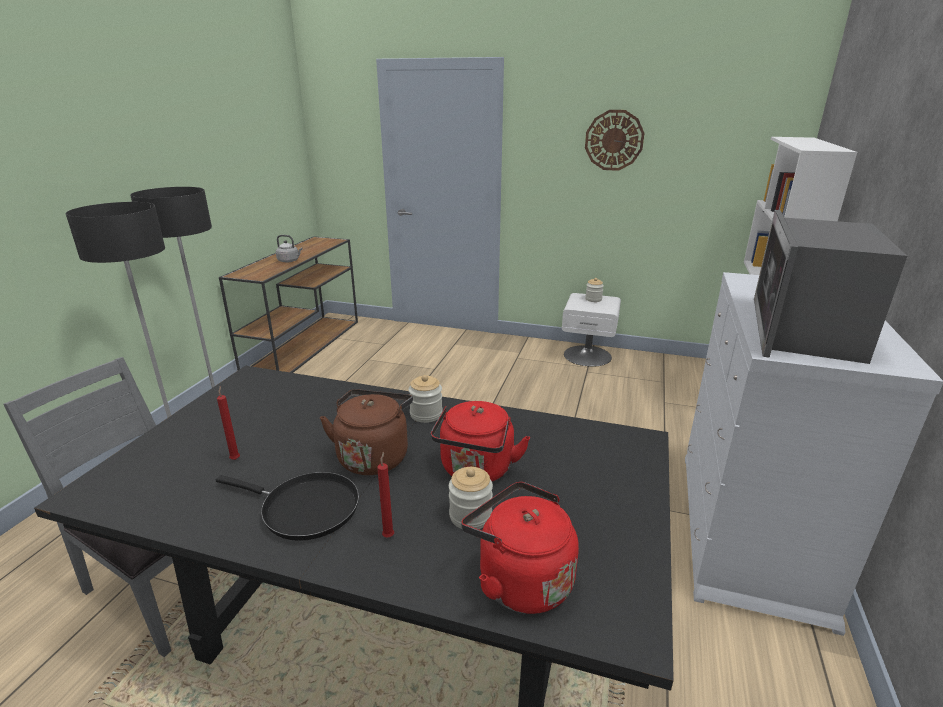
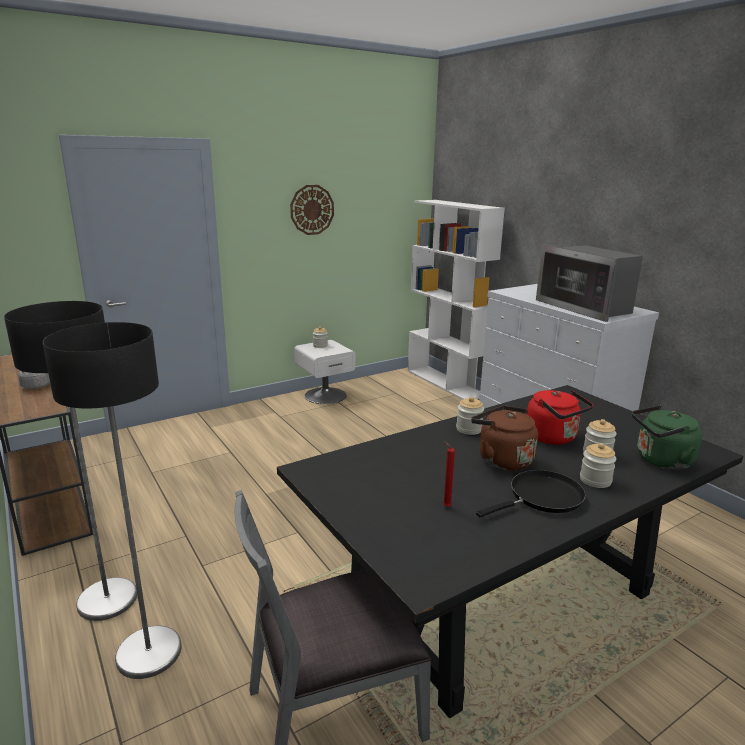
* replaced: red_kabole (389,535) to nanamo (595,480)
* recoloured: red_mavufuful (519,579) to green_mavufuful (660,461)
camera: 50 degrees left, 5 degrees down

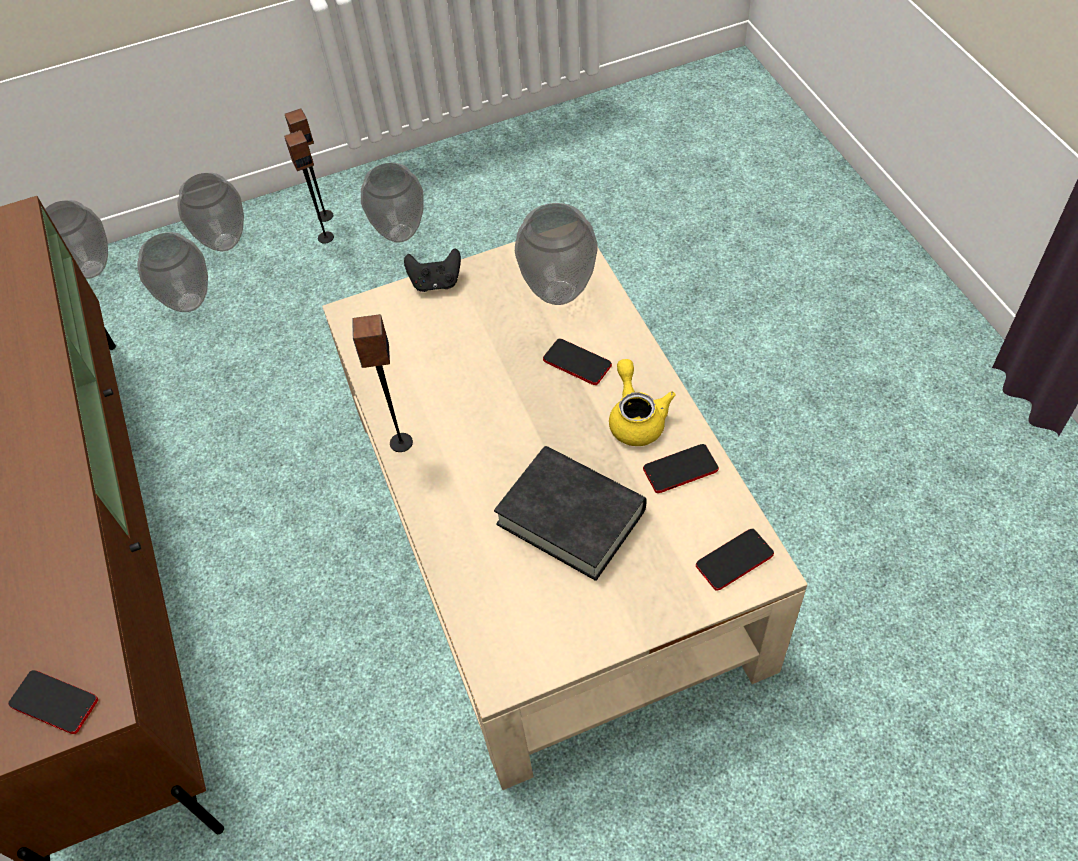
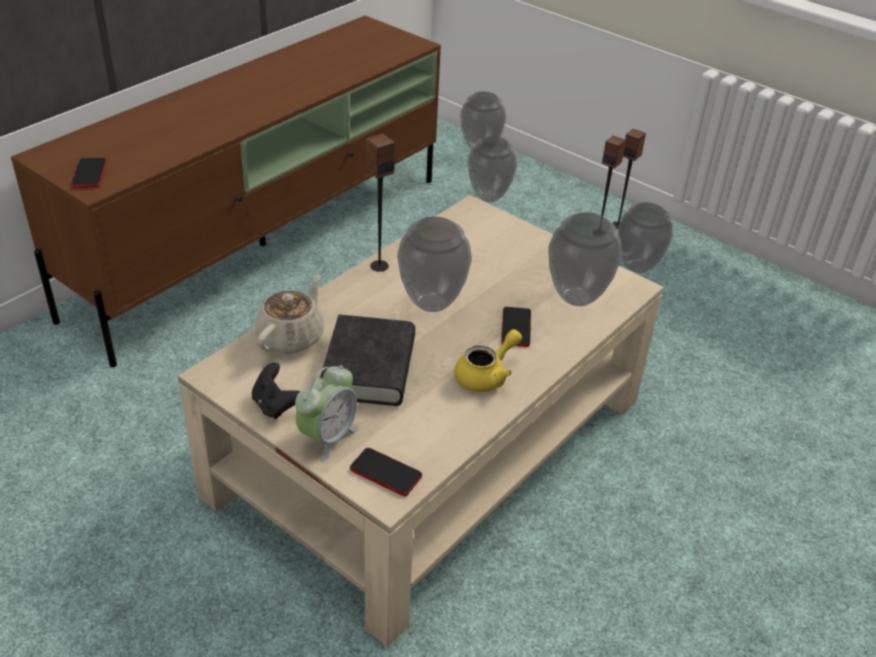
* removed: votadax (680,469)
* added: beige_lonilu (291,337)
* added: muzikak (327,437)
* moved: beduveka (224,242) to (431,302)
* moved: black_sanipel (436,283) to (275,405)
camera: 55 degrees right, 15 degrees down

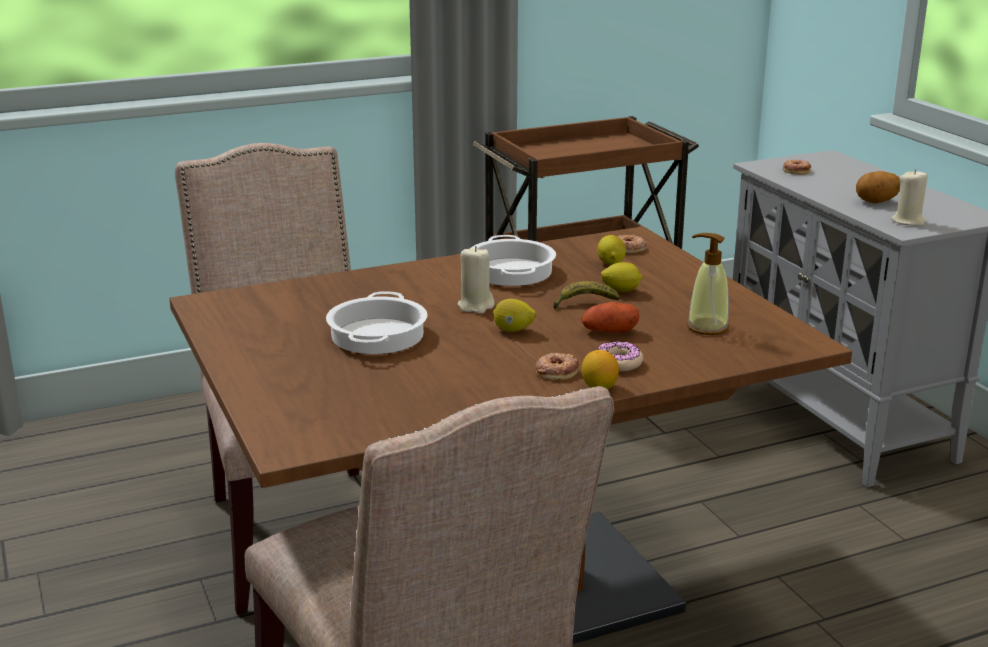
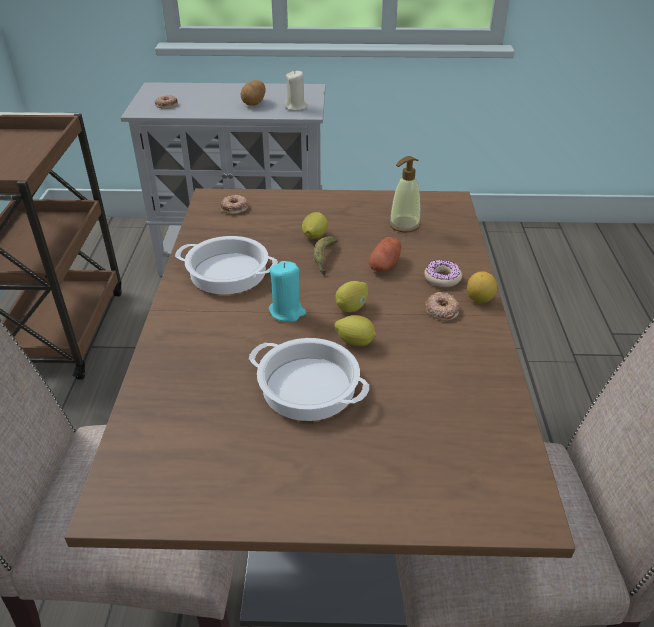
* moved: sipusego (611,263) to (355,342)
* recoloured: beige_kabole (476,306) to turquoise_kabole (287,312)
camera: 65 degrees left, 15 degrees up

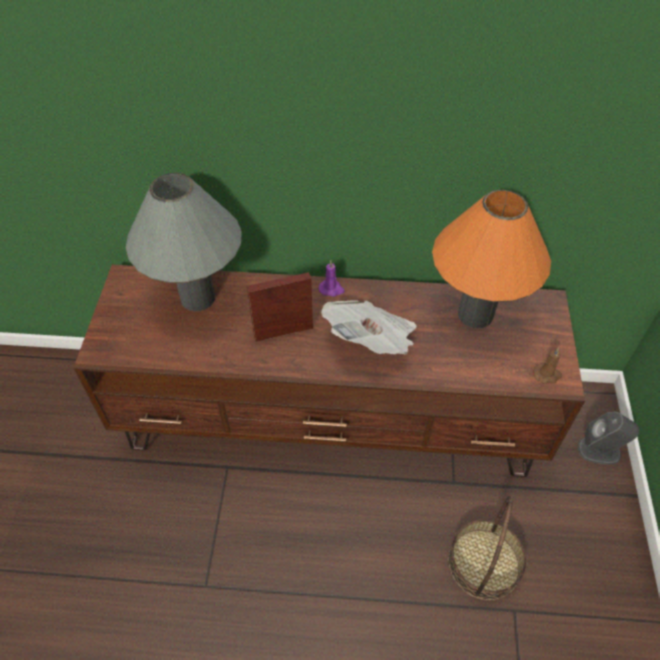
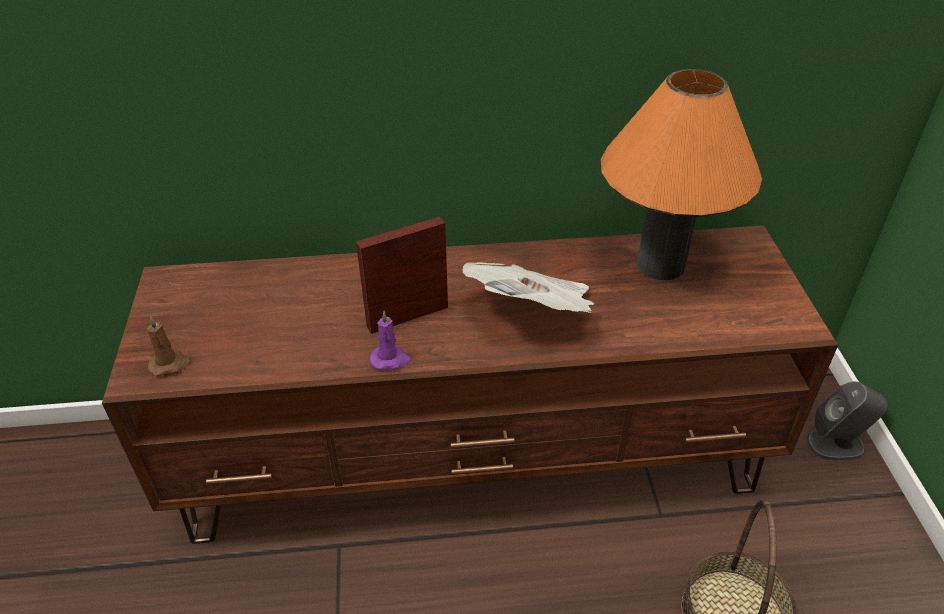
* removed: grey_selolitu (198,298)
* moved: purple_kabole (331,289) to (391,359)
* moved: brown_kabole (547,375) to (170,364)
camera: 10 degrees left, 10 degrees down

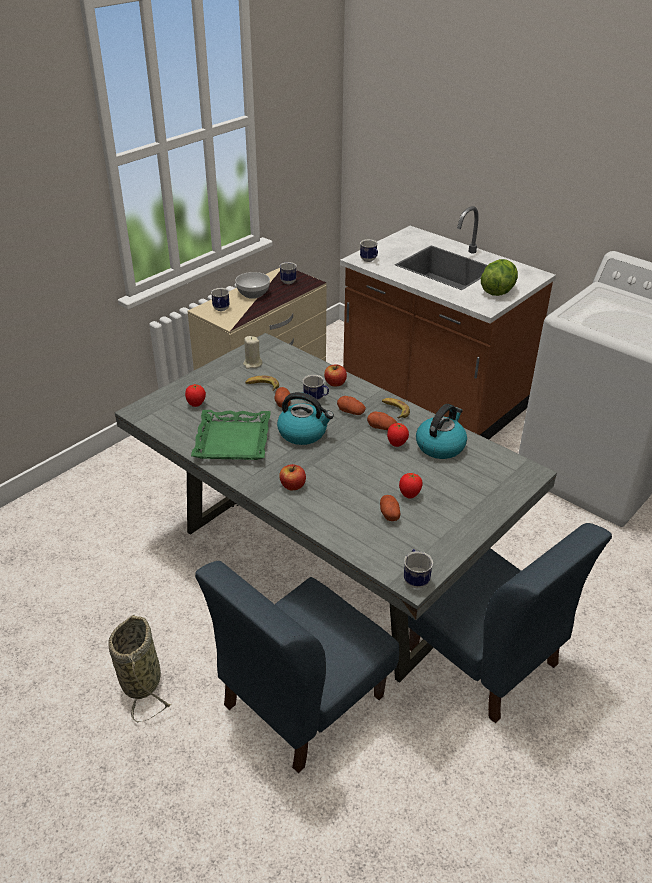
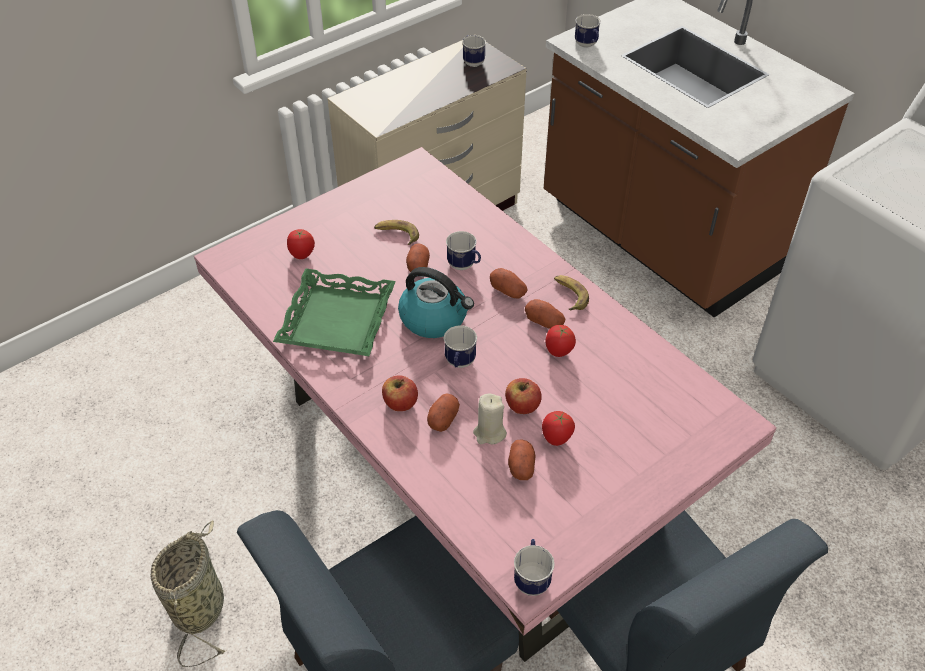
* removed: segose (253,293)
* removed: mavufuful (440,446)
* removed: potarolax (497,291)
* added: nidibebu (443,419)
* moved: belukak (221,310) to (459,364)
* moved: beige_kabole (252,364) to (489,433)
* moved: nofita (335,383) to (522,406)
* recoloured: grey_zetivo (322,567) to pink_zetivo (459,476)
camera: 10 degrees right, 10 degrees up

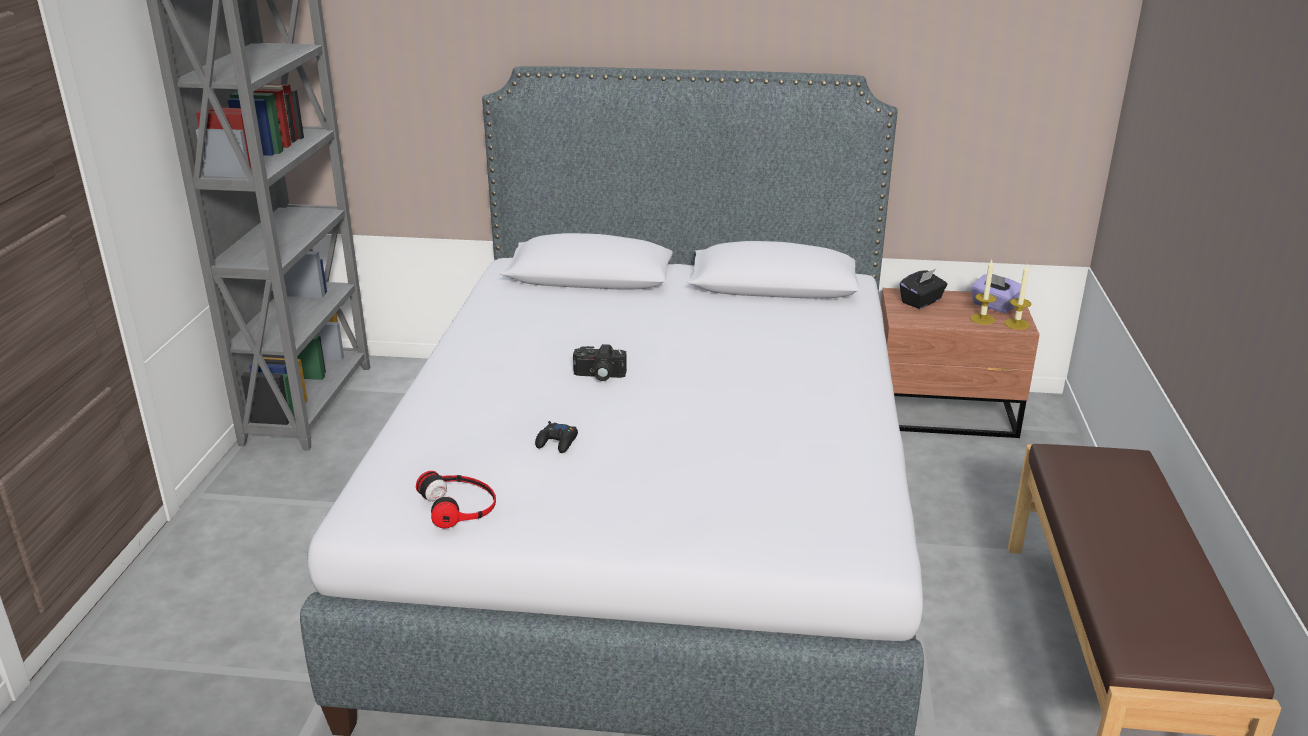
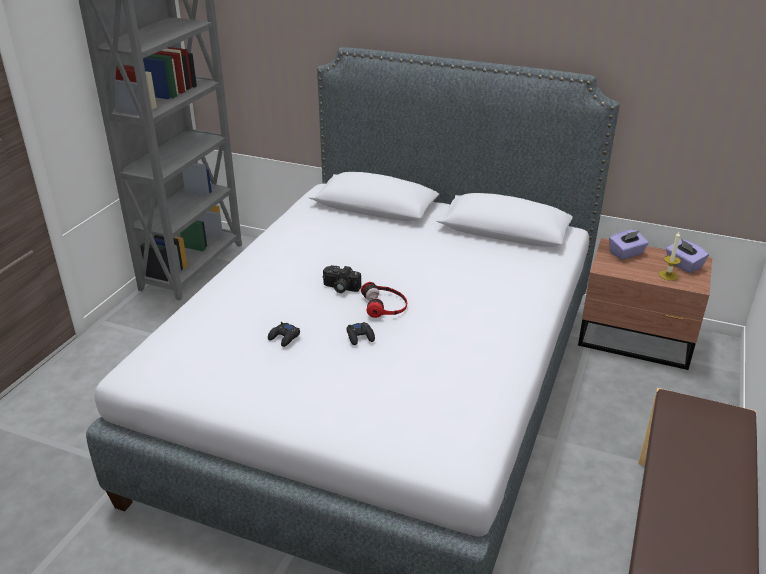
* removed: kabole (1017,324)
* added: black_sanipel (360,336)
* moved: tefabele (459,505) to (385,305)
* recoloured: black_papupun (921,301) to purple_papupun (626,253)
camera: 15 degrees right, 5 degrees up

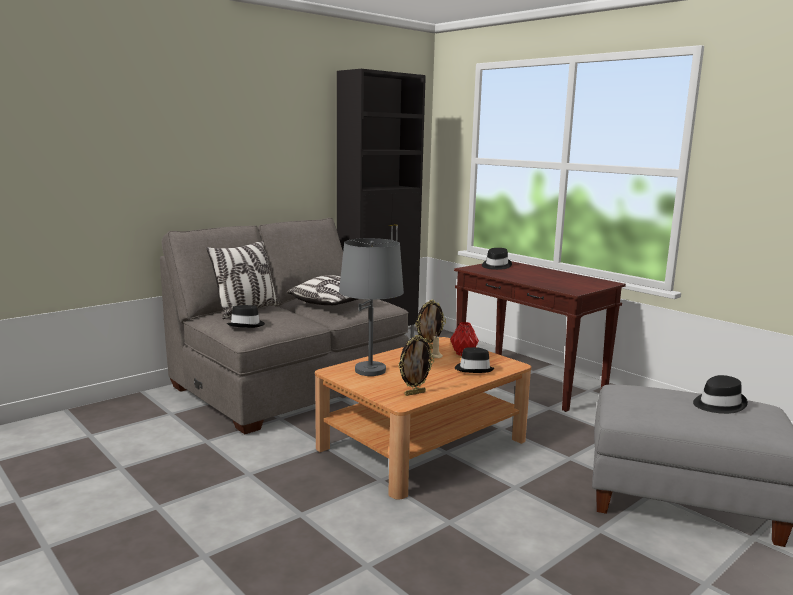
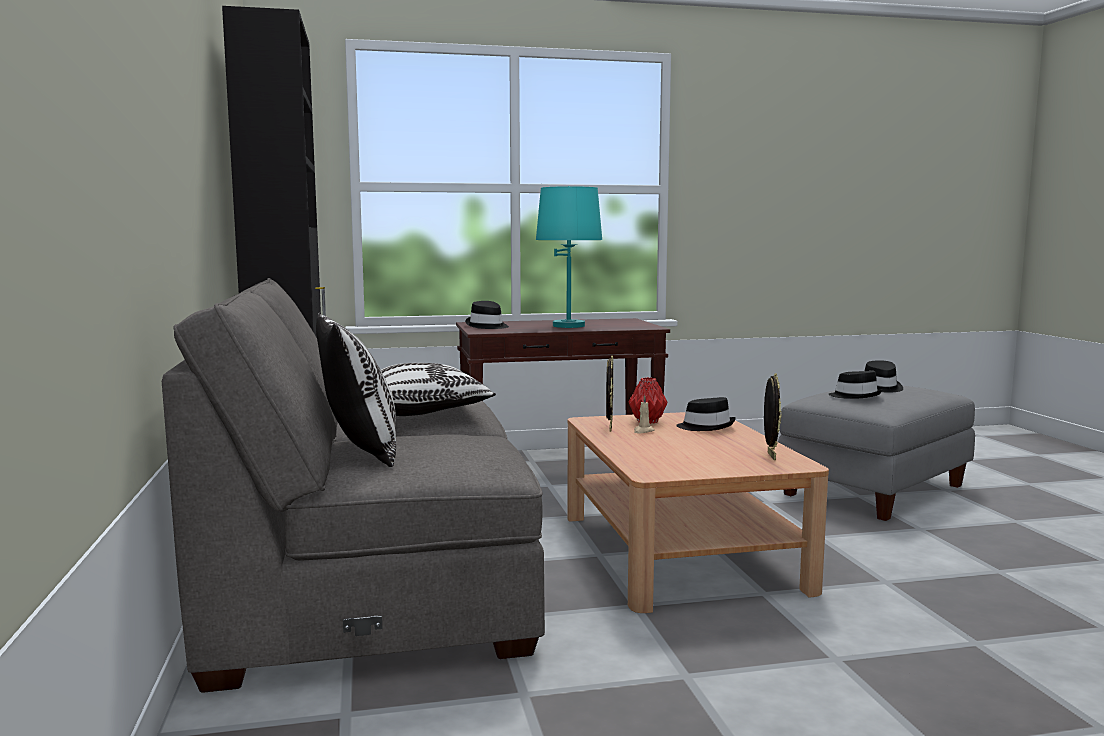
* removed: grey_selolitu (370,370)
* added: turquoise_selolitu (569,326)
* moved: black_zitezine (247,325) to (855,396)
camera: 60 degrees left, 5 degrees down

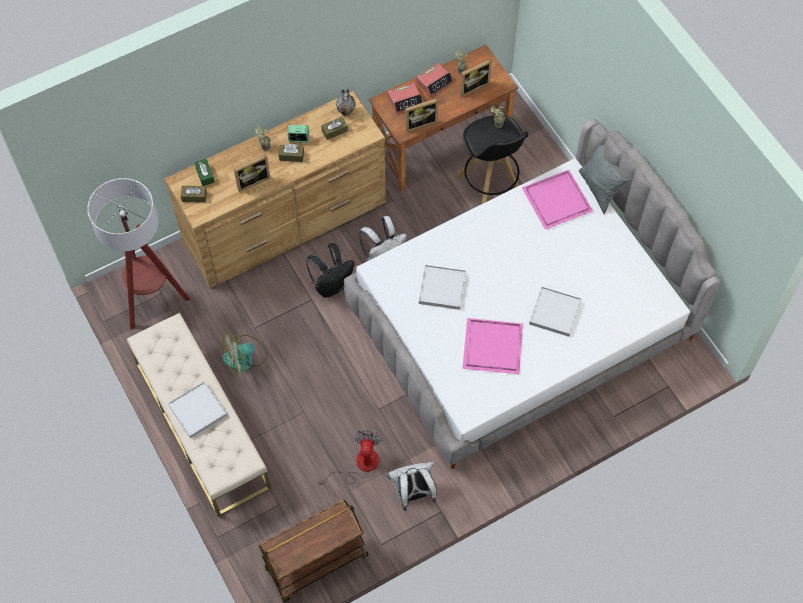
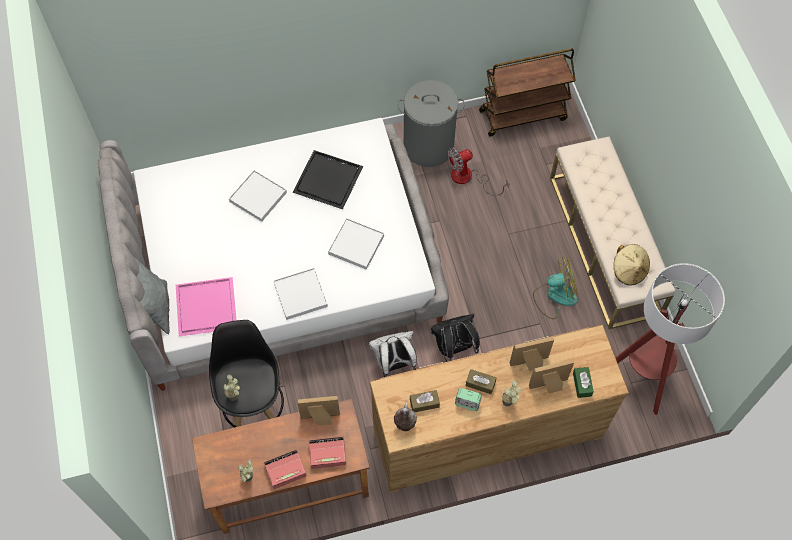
* removed: brown_papupun (194,196)
* added: beige_zitezine (629,270)
* moved: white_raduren (197,410) to (301,295)
* moved: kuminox (472,86) to (549,386)
* replaced: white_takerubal (413,494) to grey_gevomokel (428,146)
* recoloured: pink_raduren (491,347) to black_raduren (329,180)
* turned: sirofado (359,465) = (468,178) 45 degrees clockwise
camera: 165 degrees left, 0 degrees up

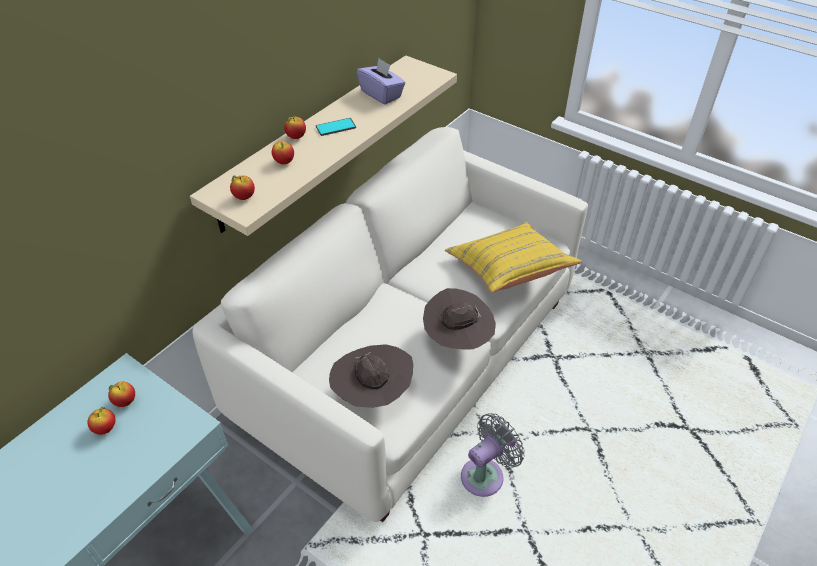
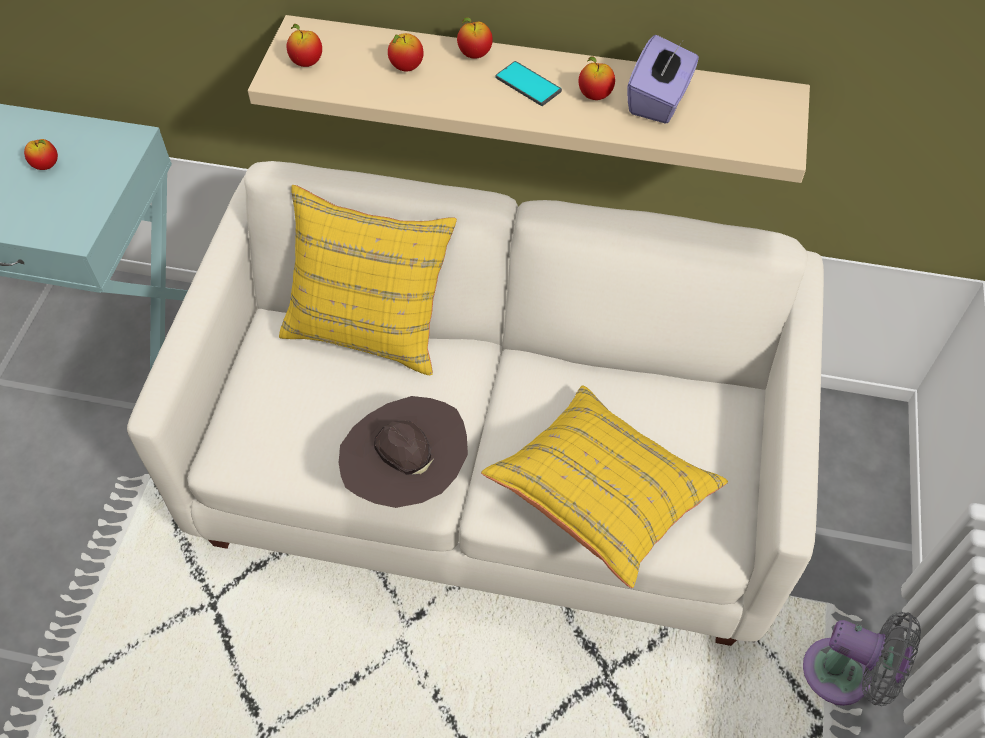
* removed: brown_zitezine (372,393)
* added: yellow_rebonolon (370,324)
* moved: nofita (125,401) to (595,95)
* moved: grey_sirofado (486,474) to (844,675)
camera: 65 degrees right, 10 degrees up

